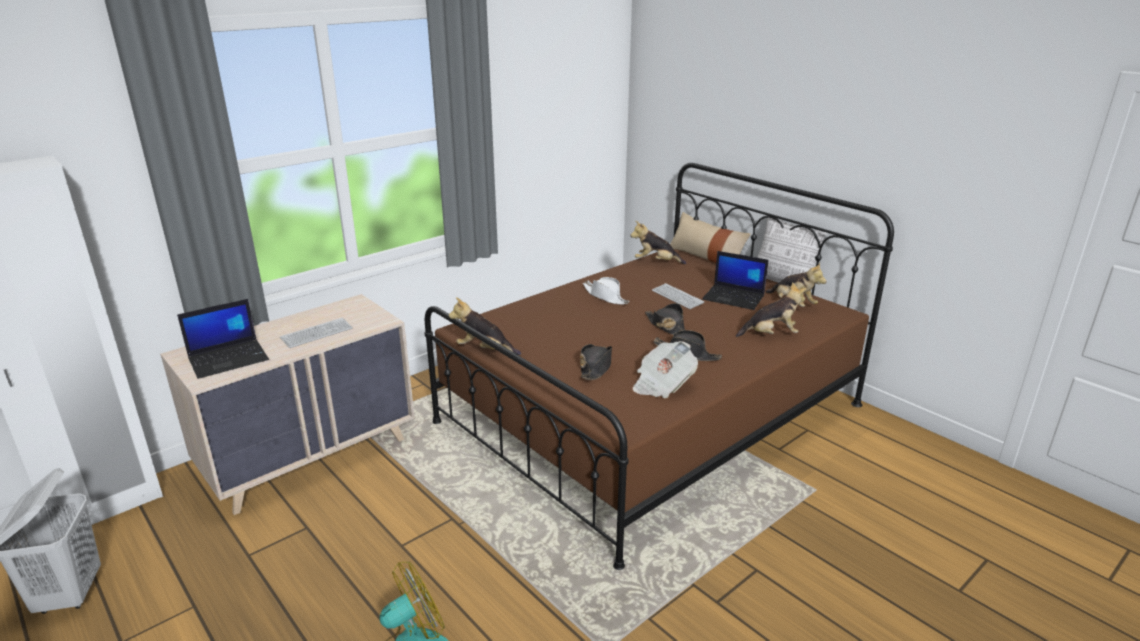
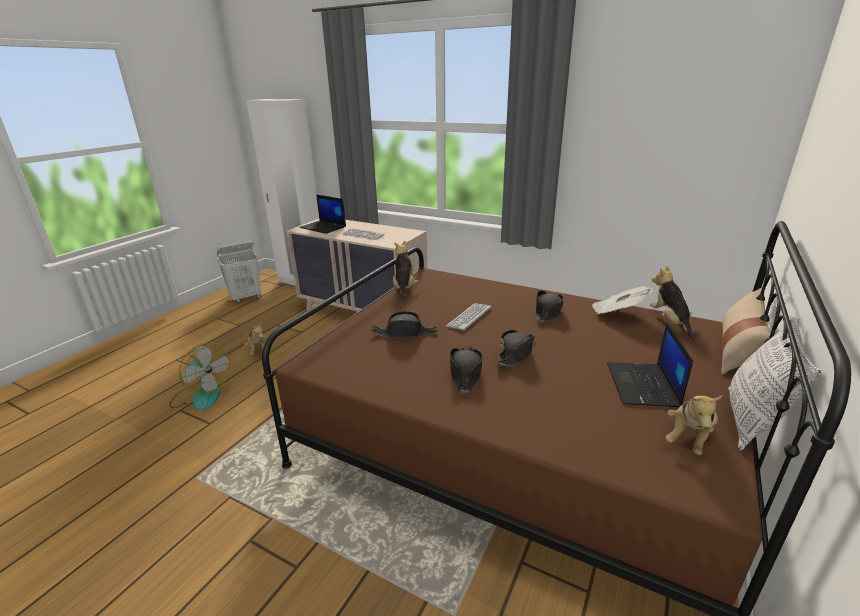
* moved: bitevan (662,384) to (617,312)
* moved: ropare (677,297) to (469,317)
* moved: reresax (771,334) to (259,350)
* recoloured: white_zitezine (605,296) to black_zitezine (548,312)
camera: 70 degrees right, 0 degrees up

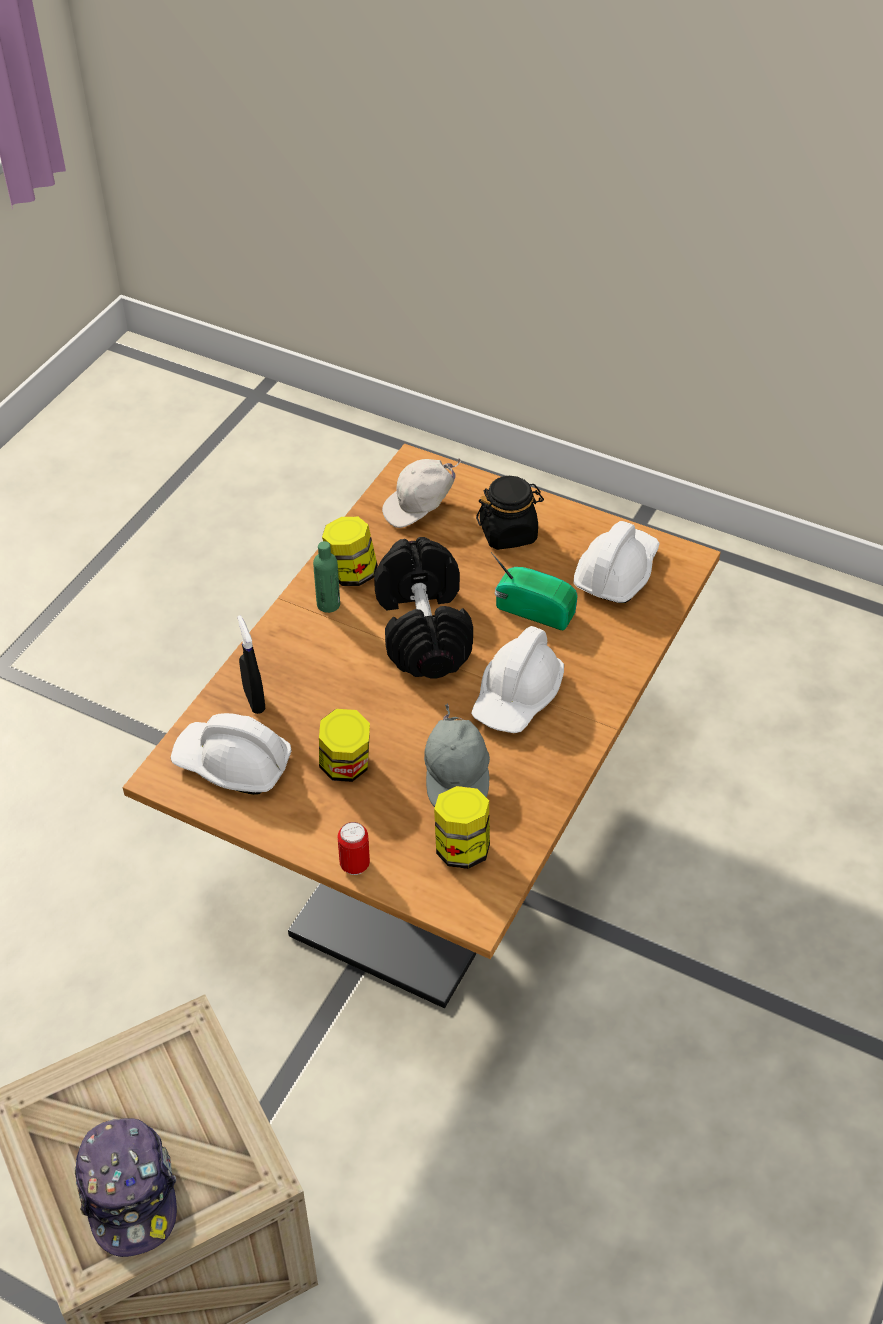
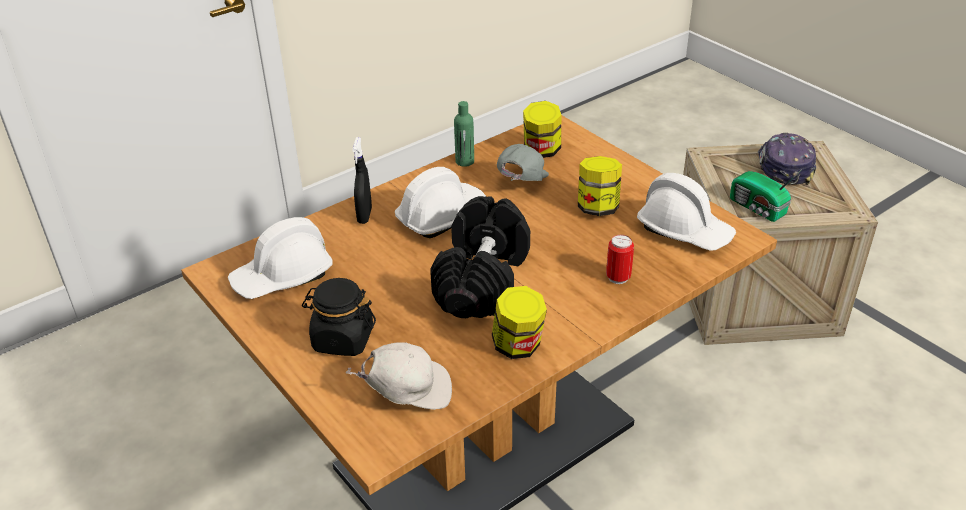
* moved: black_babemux (254,700) to (364,216)
* moved: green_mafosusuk (328,604) to (464,161)
* moved: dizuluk (354,865) to (618,278)
* moved: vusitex (533,609) to (758,208)
camera: 155 degrees left, 10 degrees down

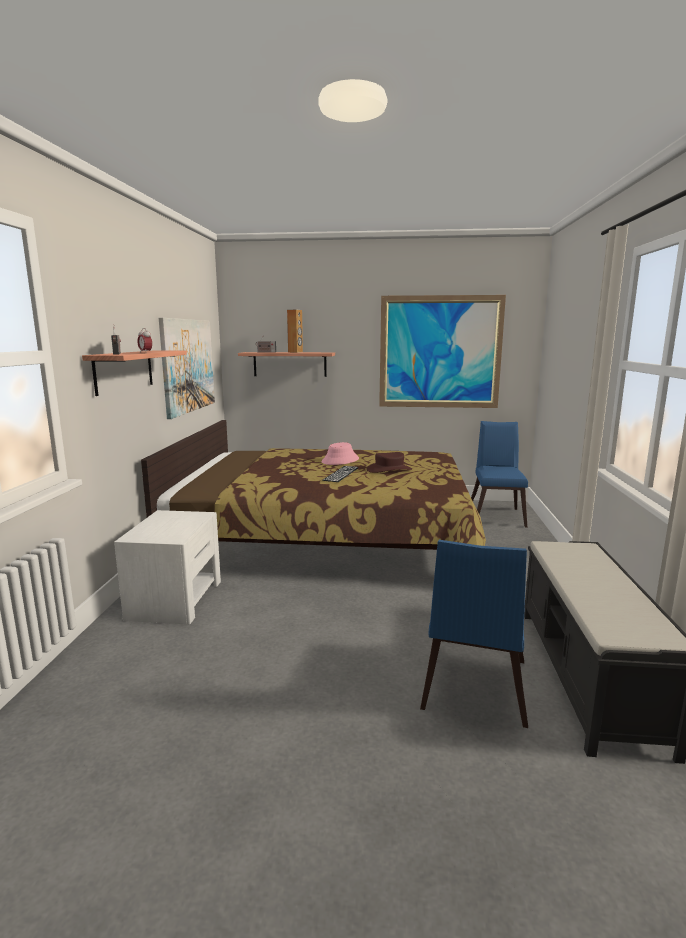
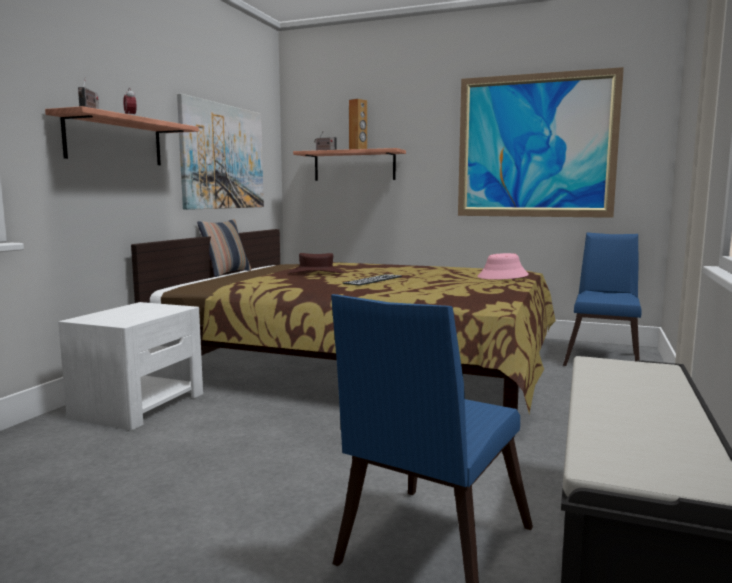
* added: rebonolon (227,273)
* moved: pink_zitezine (340,460) to (503,276)
* moved: brown_zitezine (389,469) to (316,273)
camera: 15 degrees right, 5 degrees down

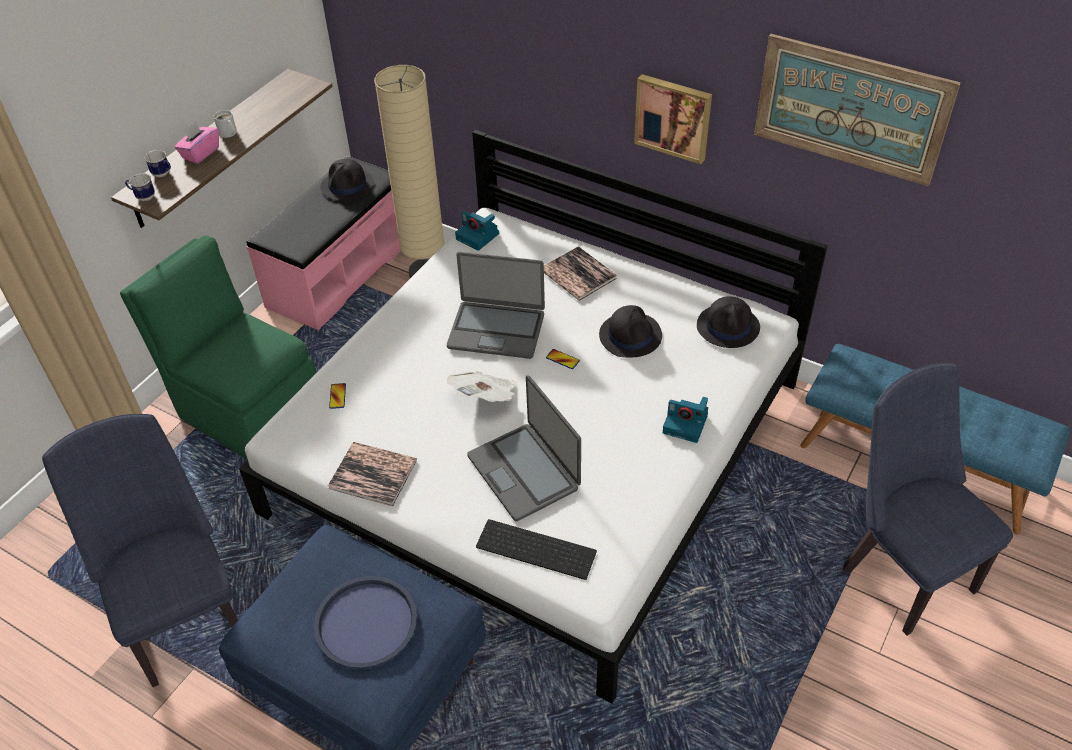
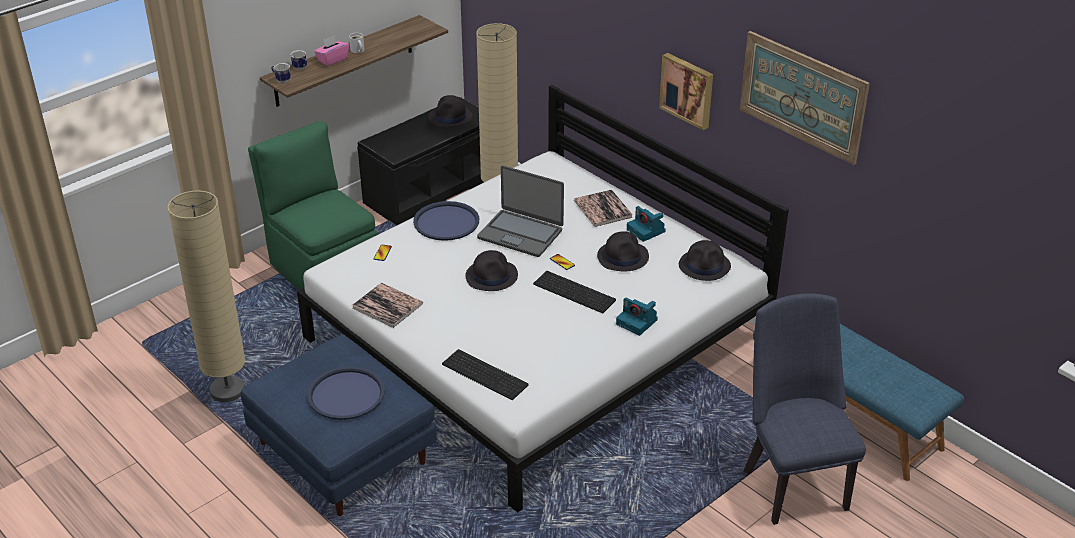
* removed: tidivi (524,472)
* added: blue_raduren (446,222)
* added: ropare (575,291)
* moved: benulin (478,236) to (646,231)
* replaced: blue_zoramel (185,619) to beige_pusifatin (227,391)
* replaced: bitevan (486,398) to black_zitezine (492,276)
* recoloured: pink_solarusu (339,273) to black_solarusu (430,189)
camera: 15 degrees right, 10 degrees down

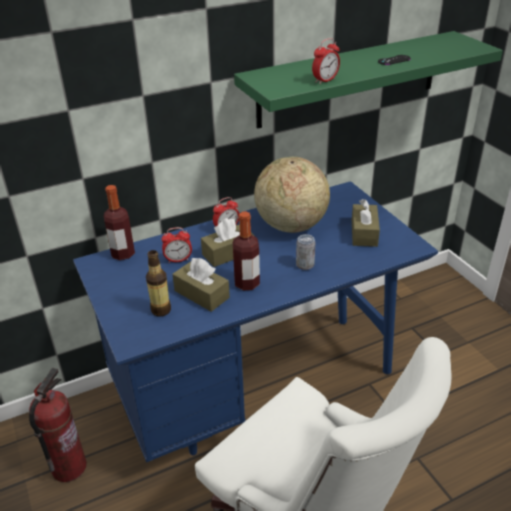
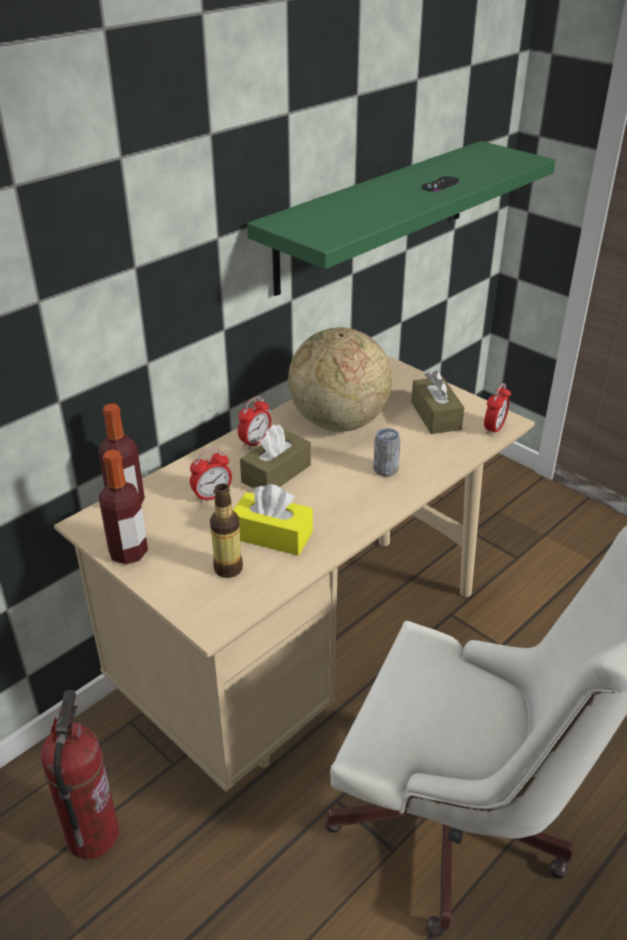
* moved: mafosusuk (247,283) to (128,553)
* moved: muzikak (325,80) to (494,429)
* recoloured: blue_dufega (258,386) to beige_dufega (313,652)
* recoloured: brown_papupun (201,294) to yellow_papupun (272,535)
camera: 20 degrees left, 0 degrees up

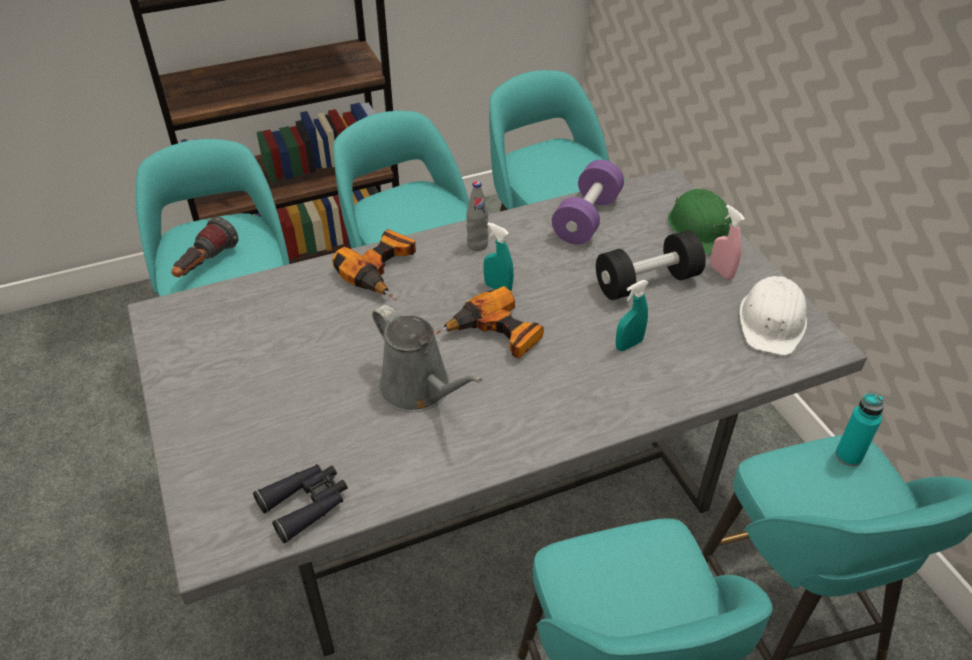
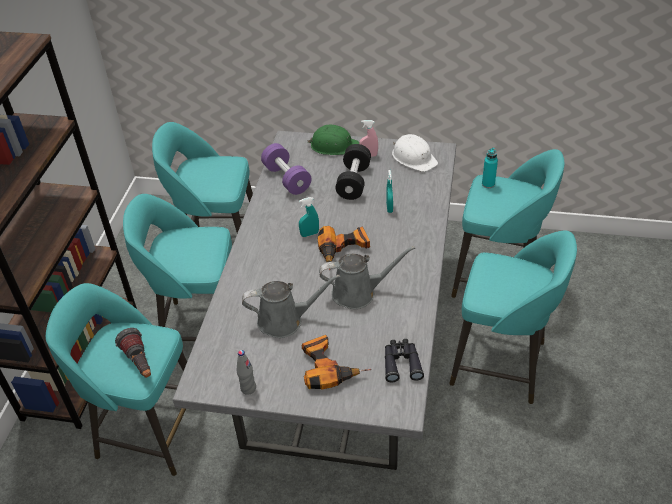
* added: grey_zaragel (284,320)
* moved: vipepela (384,272) to (329,366)
* moved: grey_mafosusuk (477,245) to (248,388)
camera: 55 degrees left, 0 degrees up

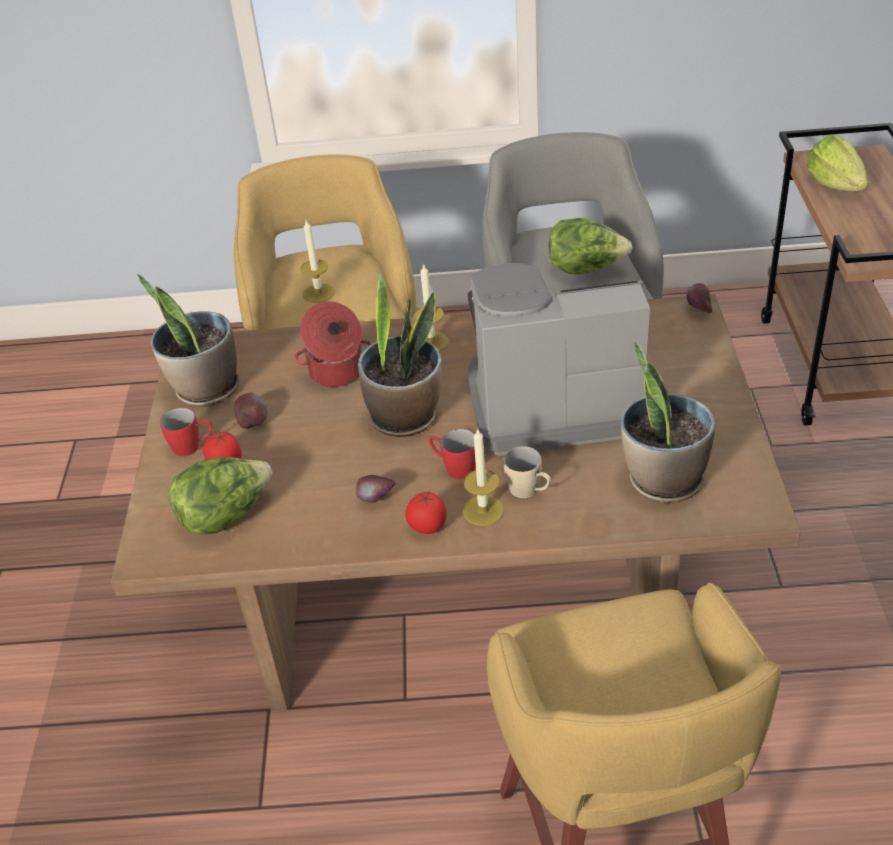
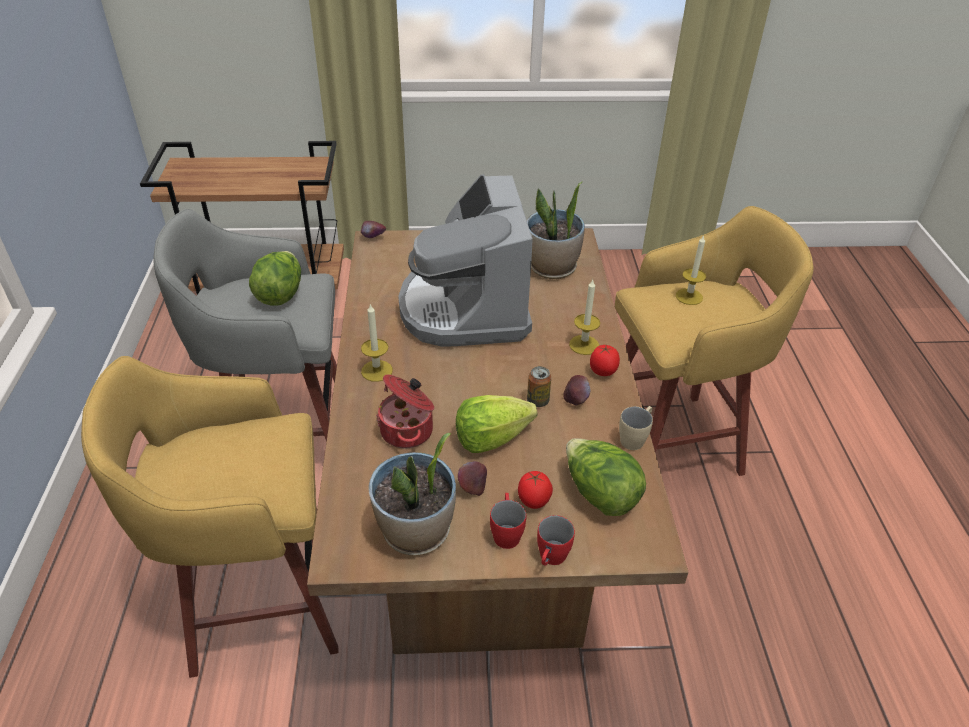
* removed: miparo (405,417)
* added: dizuluk (537,401)
* moved: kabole (318,293) to (689,296)
* moved: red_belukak (454,468) to (550,559)
* moved: beige_belukak (529,491) to (635,438)
* moved: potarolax (835,184) to (491,438)
camera: 95 degrees left, 0 degrees up

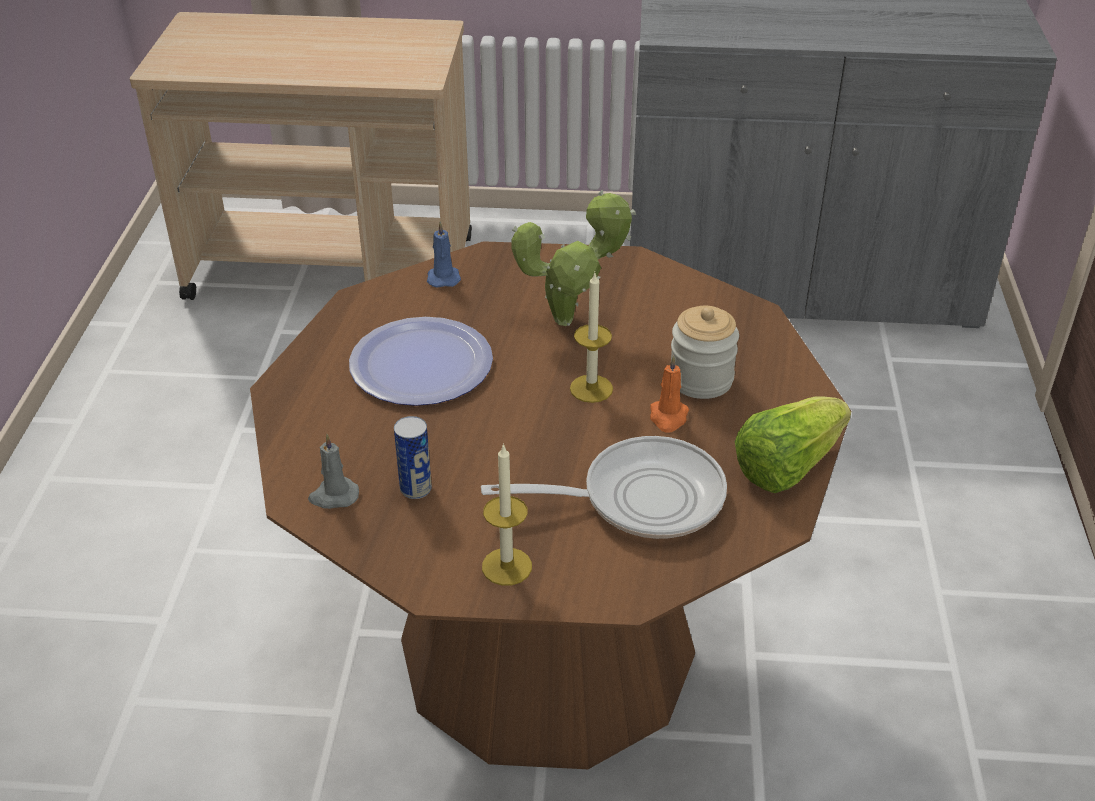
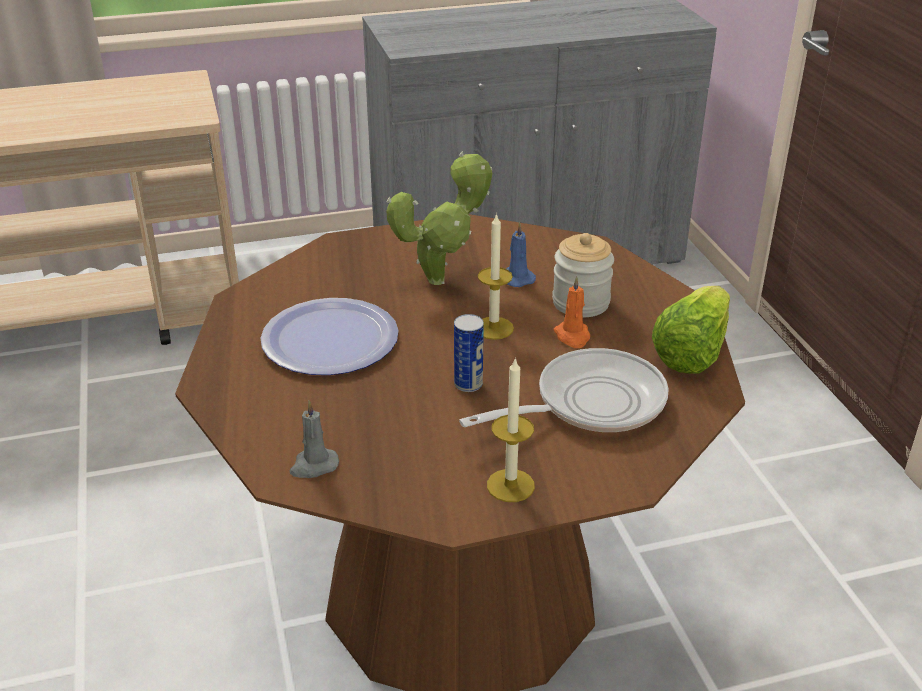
* moved: dizuluk (415,489) to (468,384)
* moved: blue_kabole (443,277) to (516,278)
camera: 20 degrees left, 5 degrees down

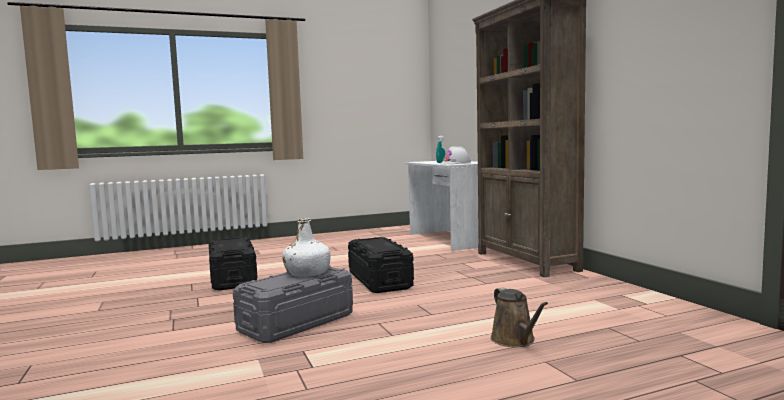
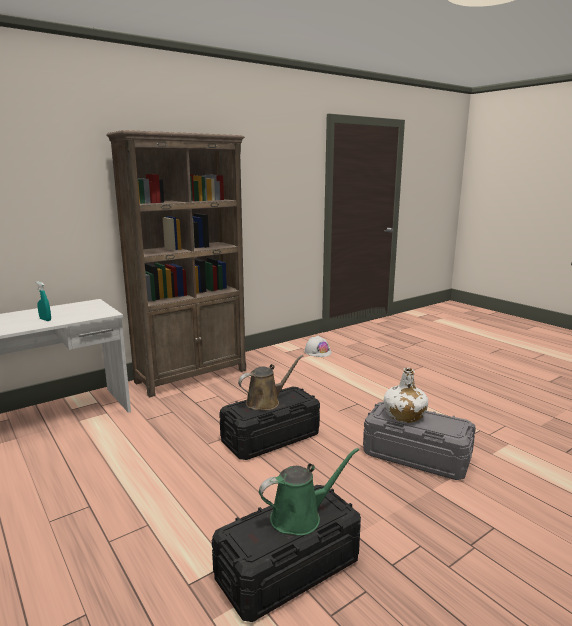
* added: green_zaragel (300,517)
* moved: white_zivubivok (455,163) to (317,351)
* moved: brown_zaragel (515,340) to (266,402)
camera: 105 degrees left, 10 degrees up

